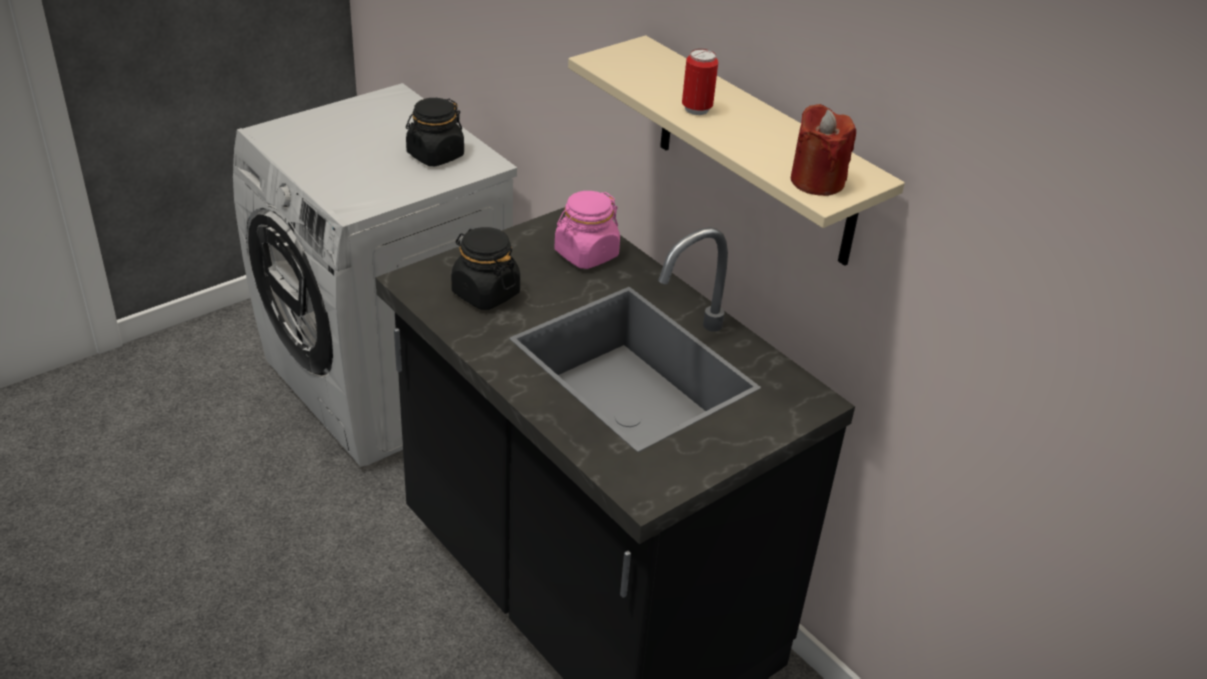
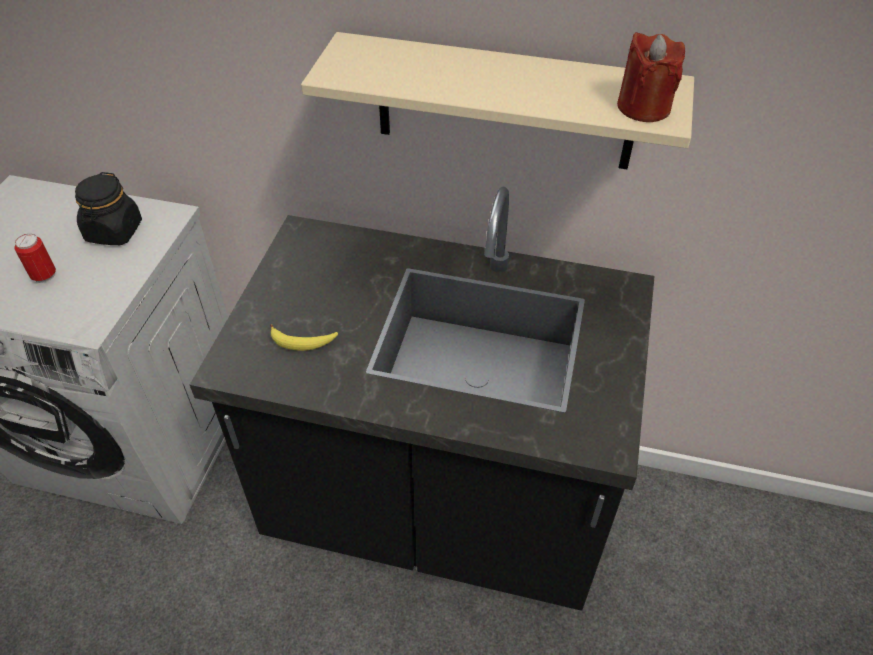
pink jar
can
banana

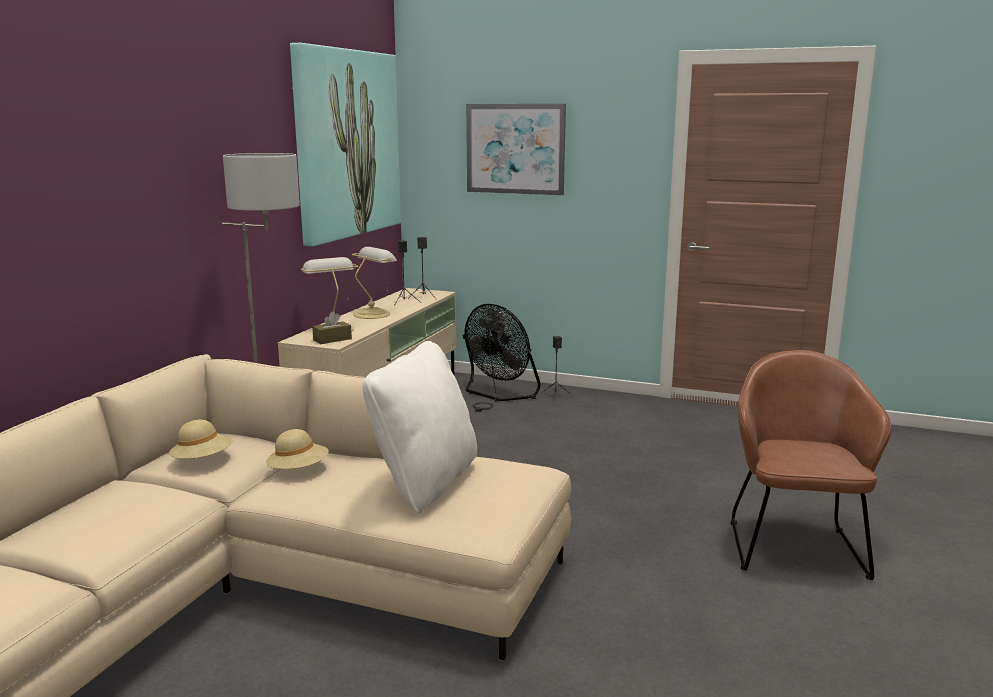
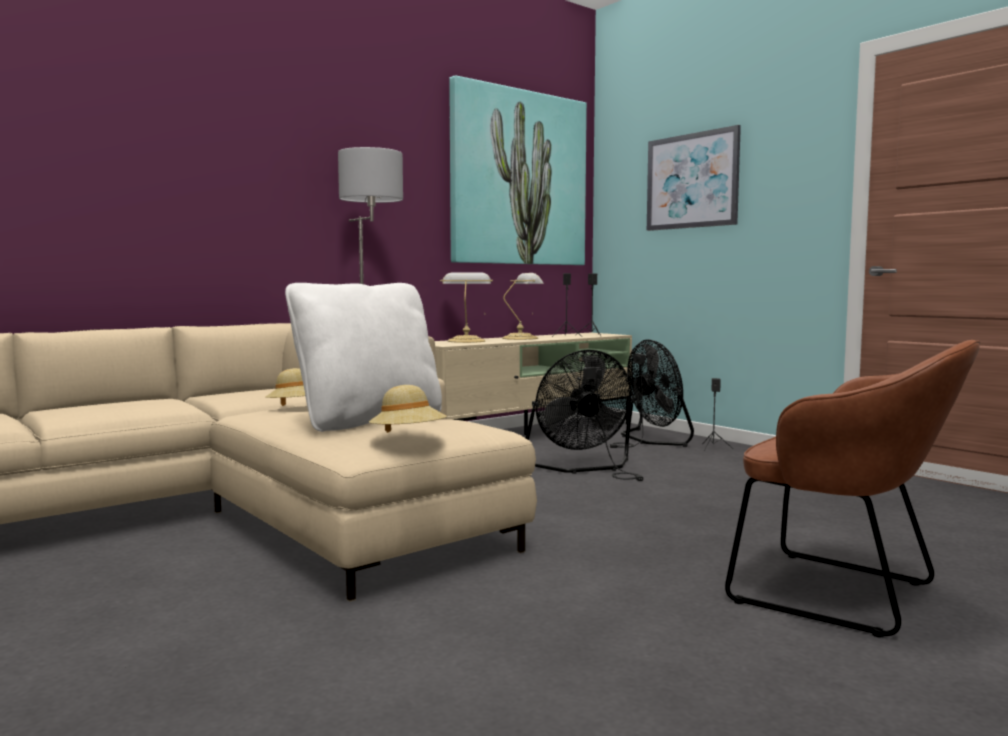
brown tissue box
black fan (no. 1 from left)
beige hat (no. 2 from left)
brown armchair

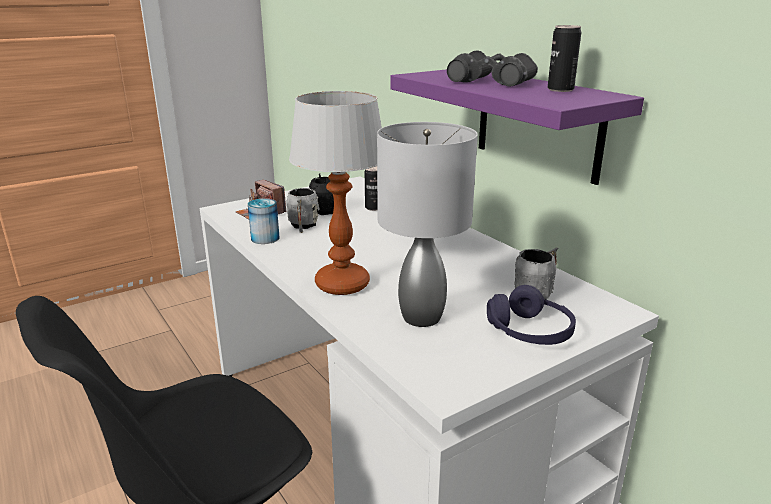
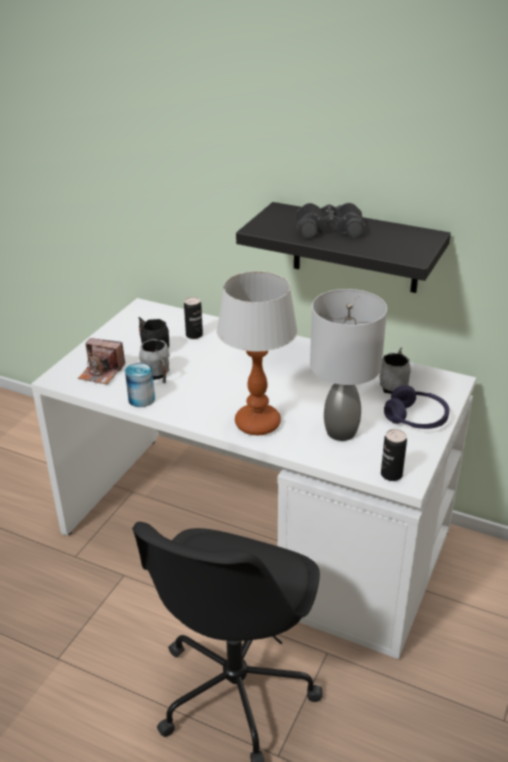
can (no. 3 from left)
black shelf

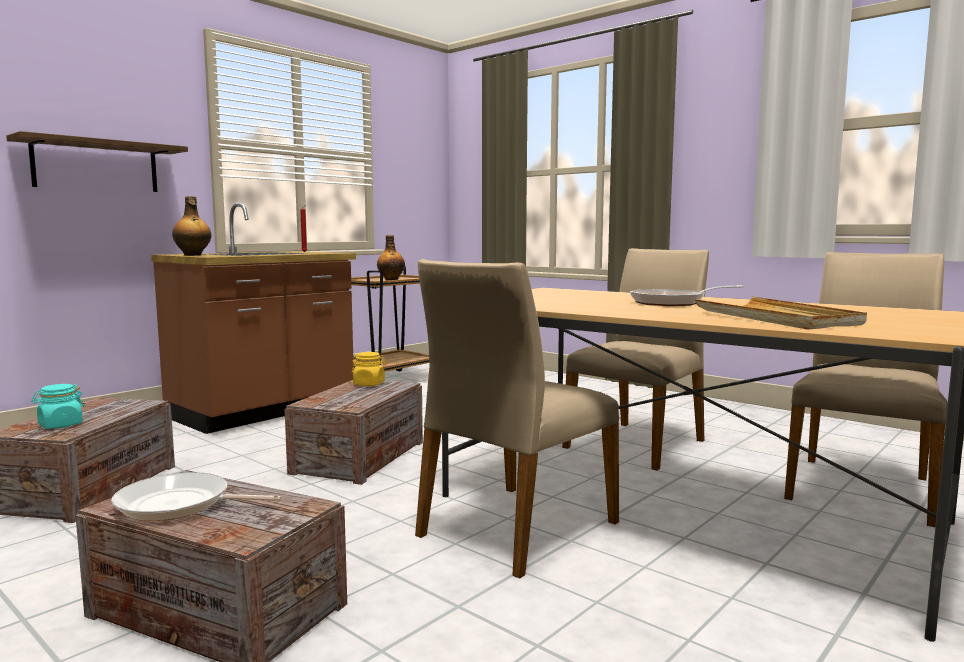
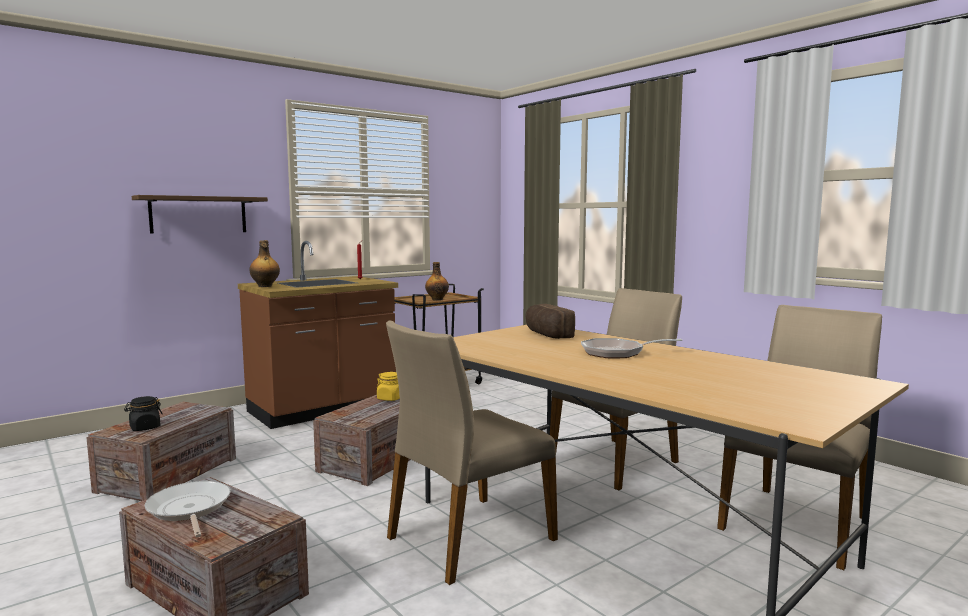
beige tray
bread
black jar
frying pan (no. 1 from left)

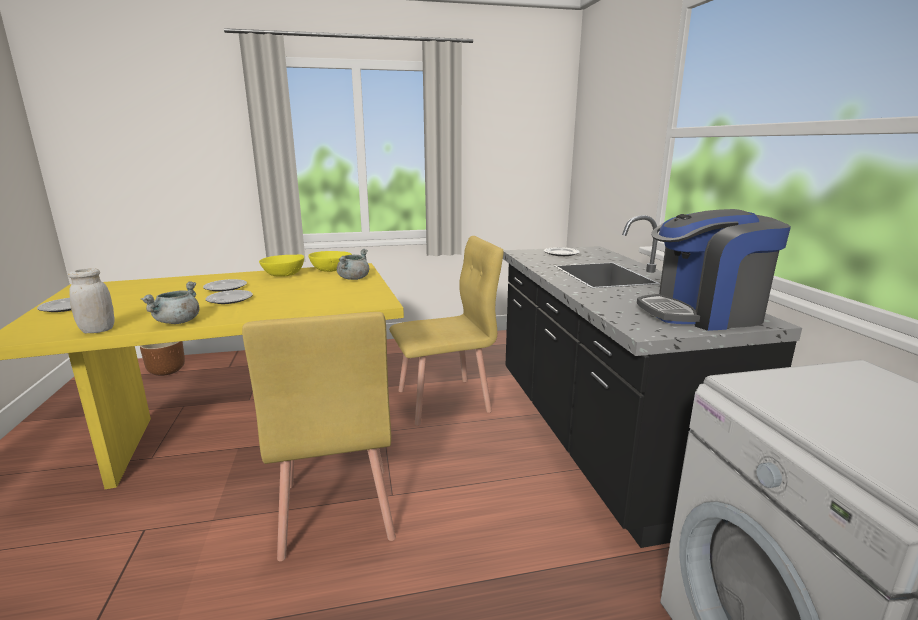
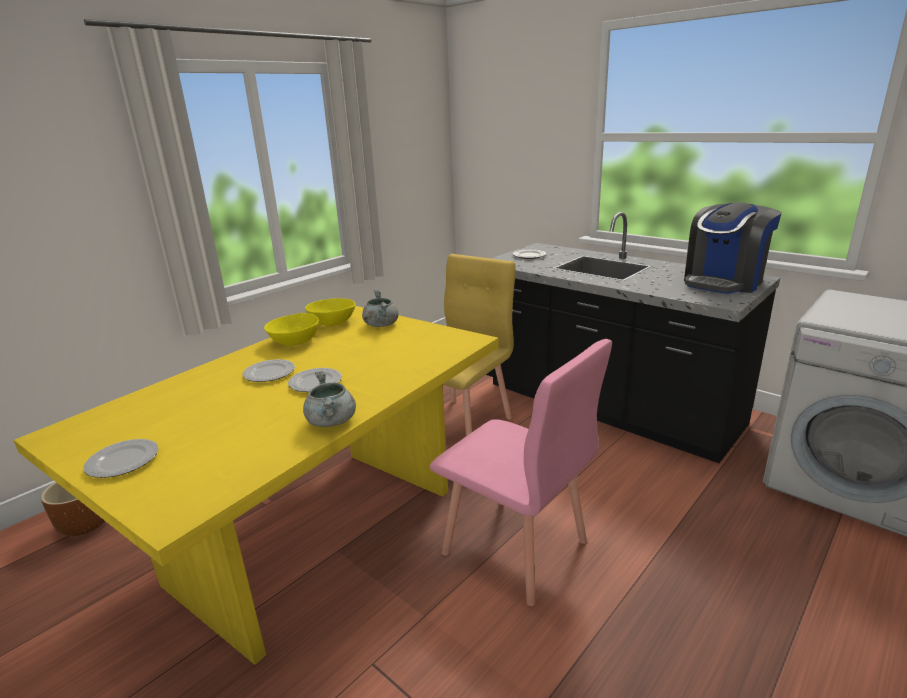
white jar
pink chair

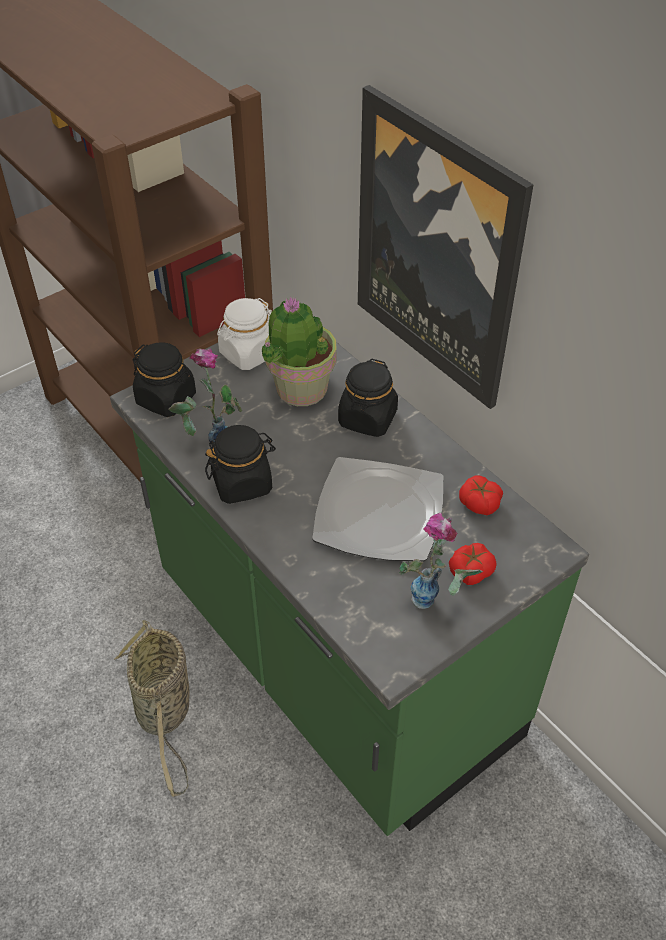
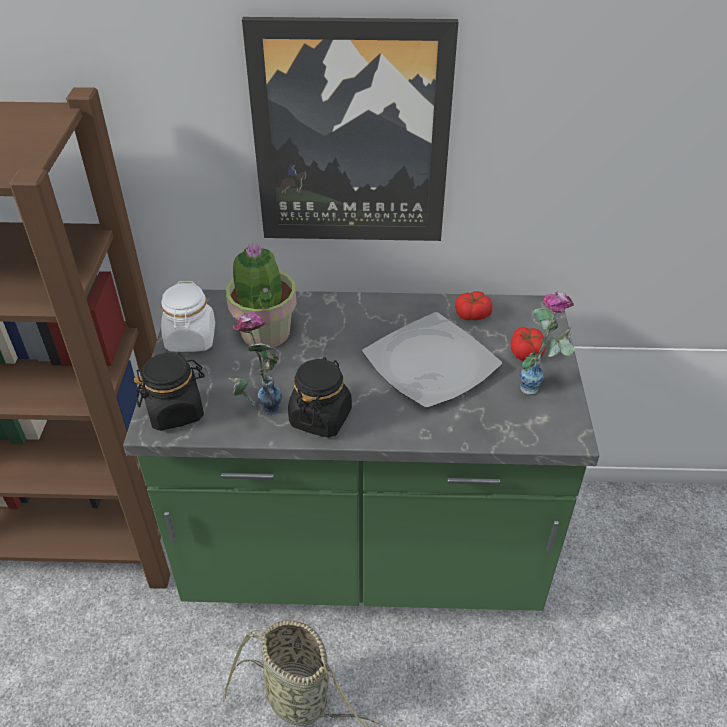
black jar (no. 3 from left in the first image)

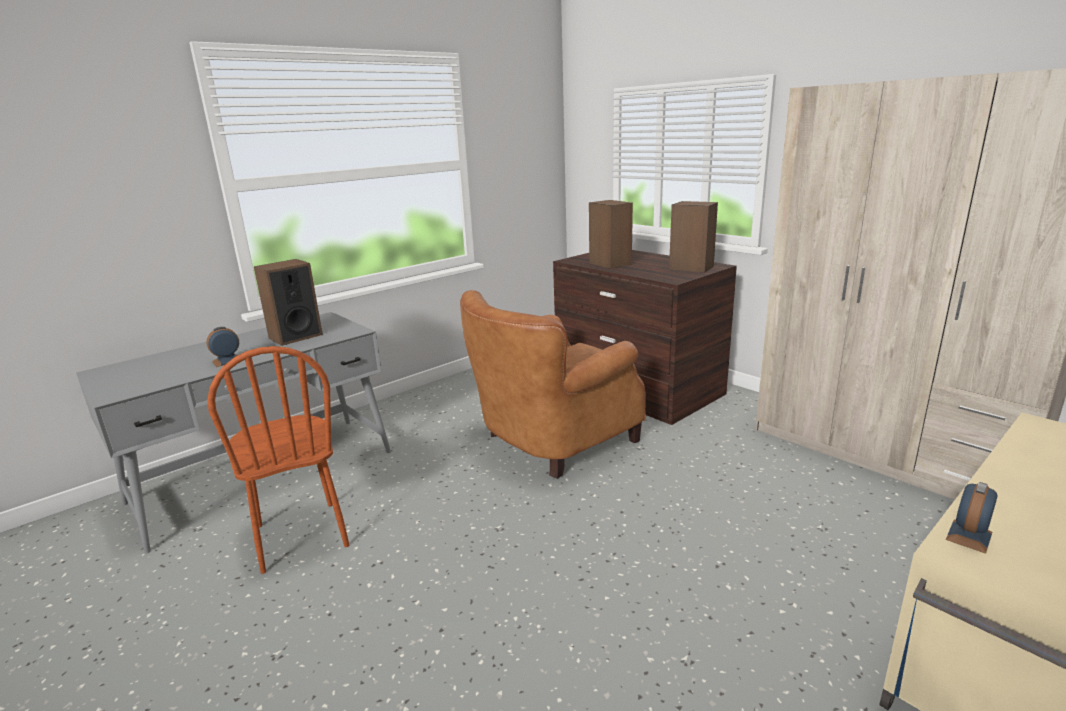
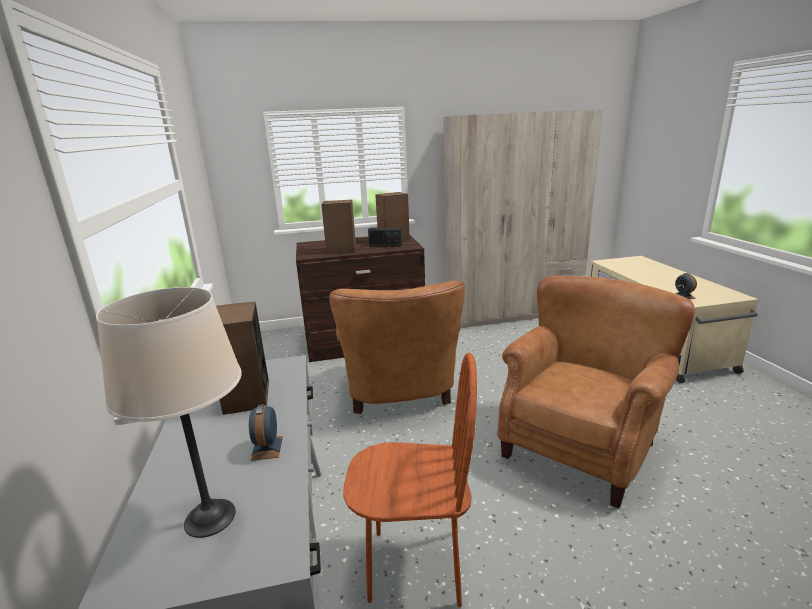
beige table lamp
radio
brown armchair (no. 2 from left)

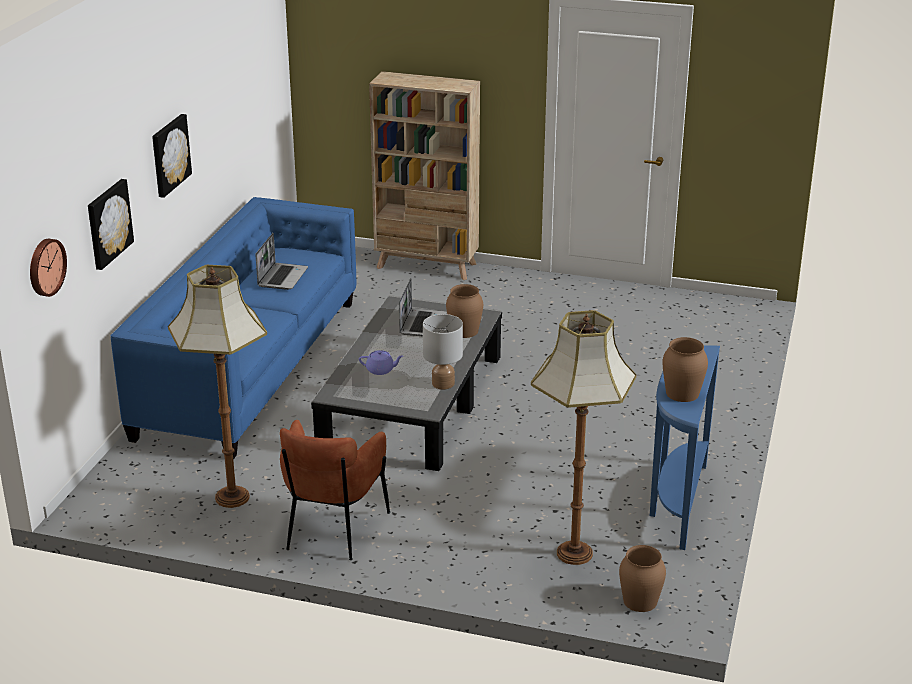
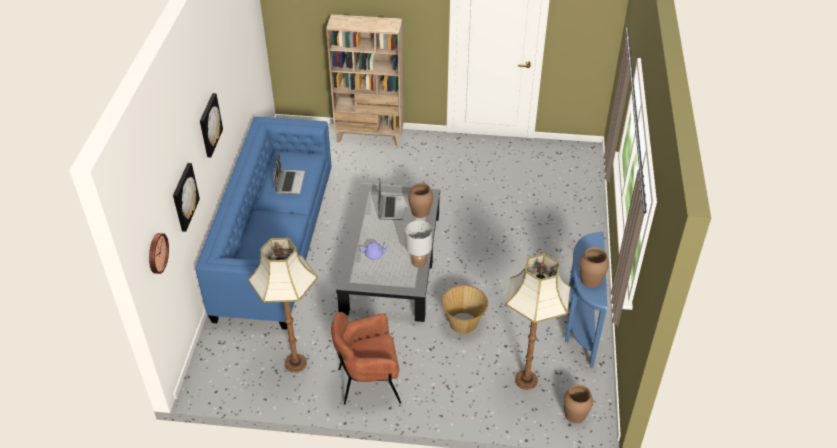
basket
brown armchair

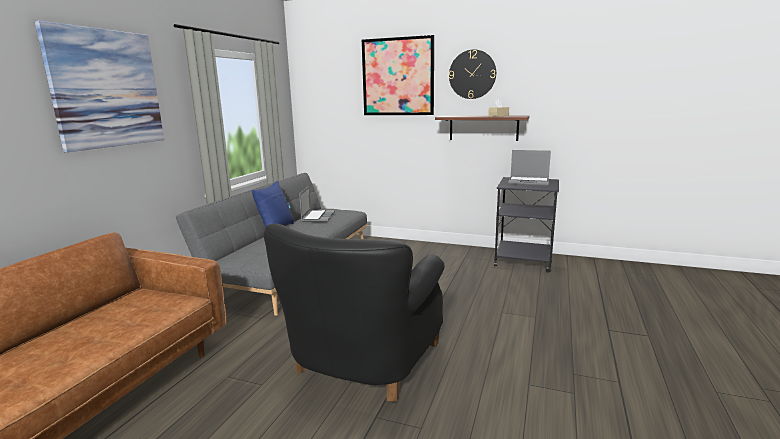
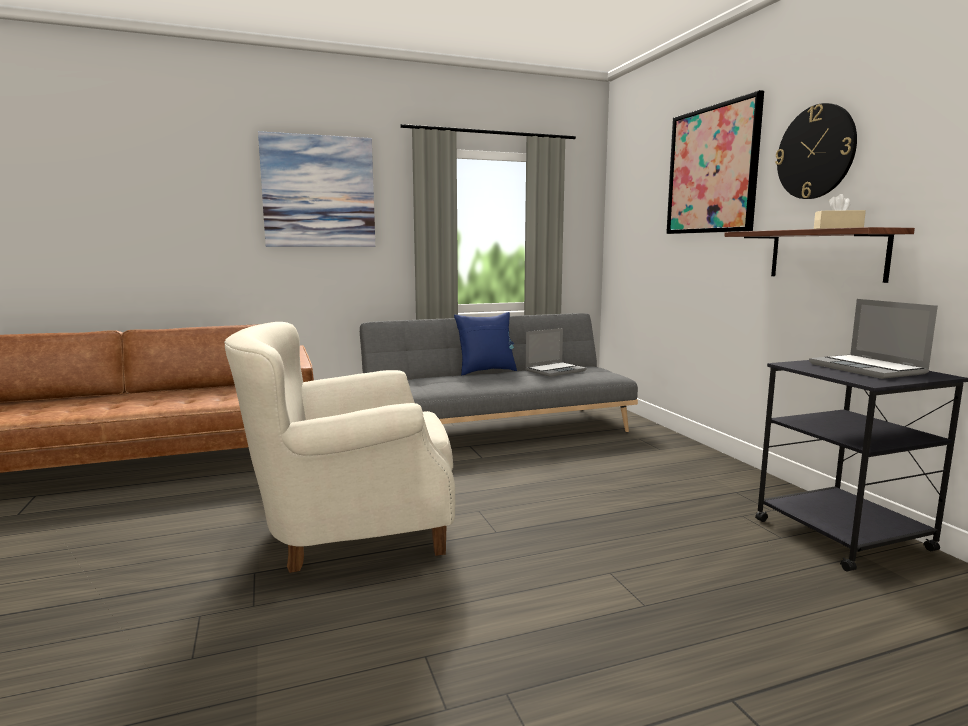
beige armchair

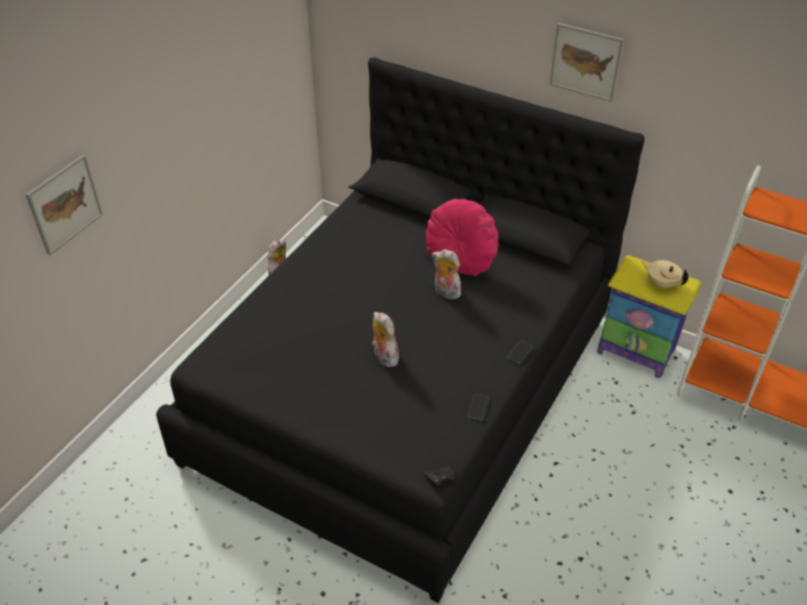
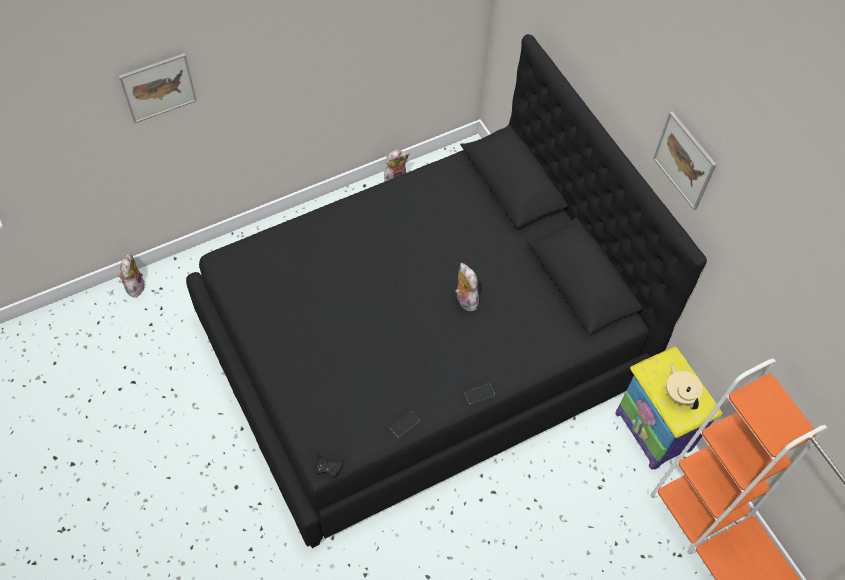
pink pillow
plush toy (no. 1 from left)

